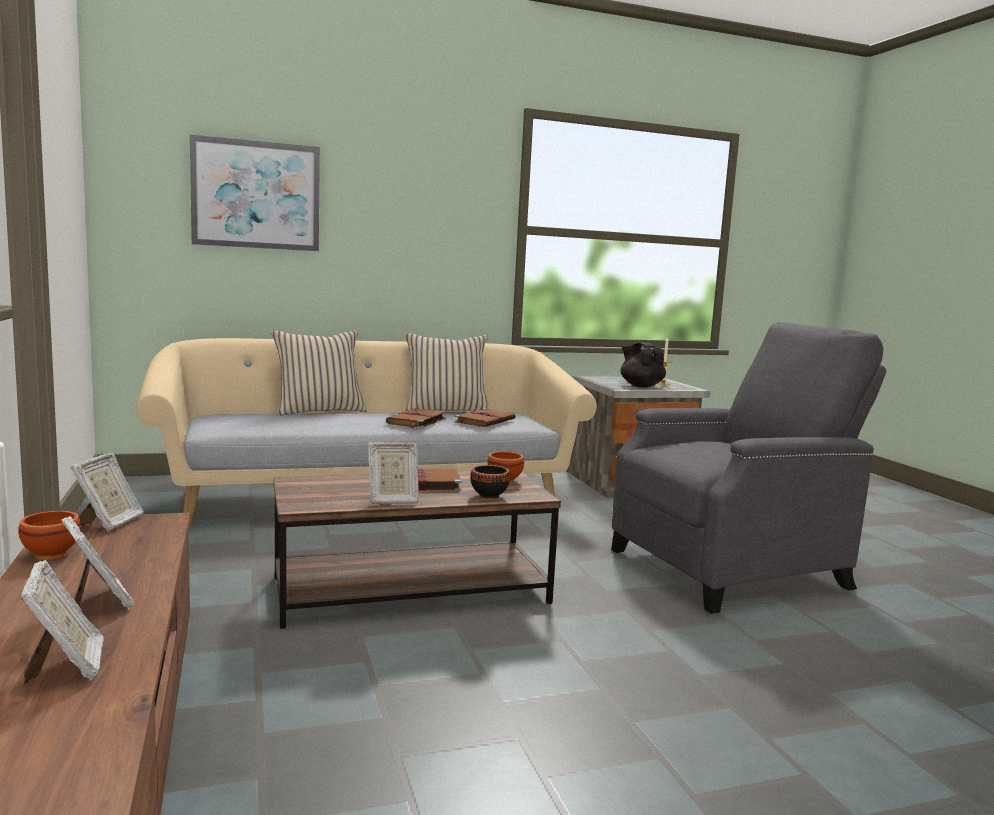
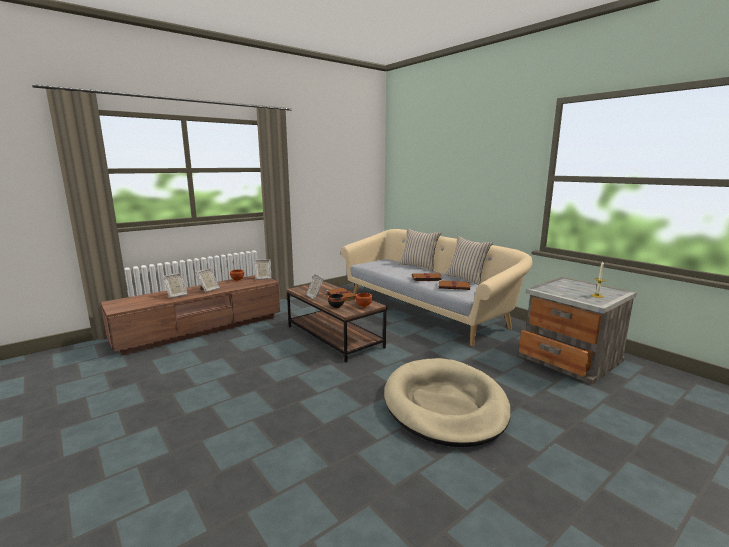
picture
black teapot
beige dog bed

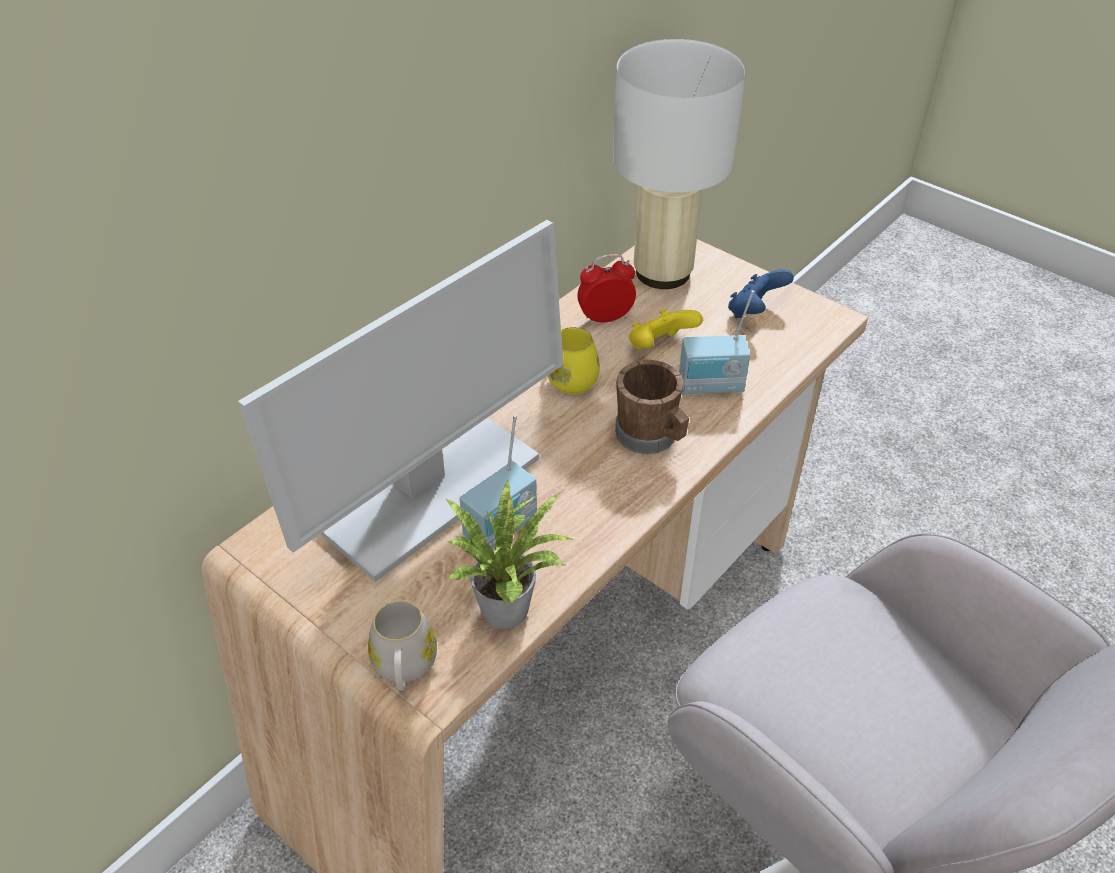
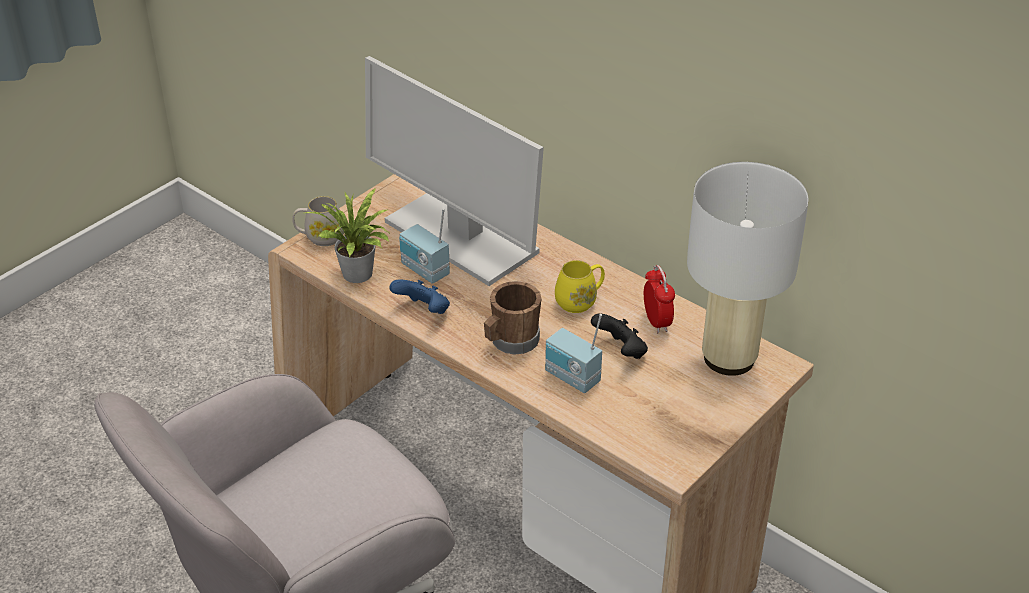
blue game controller
black game controller
radio (no. 2 from left)

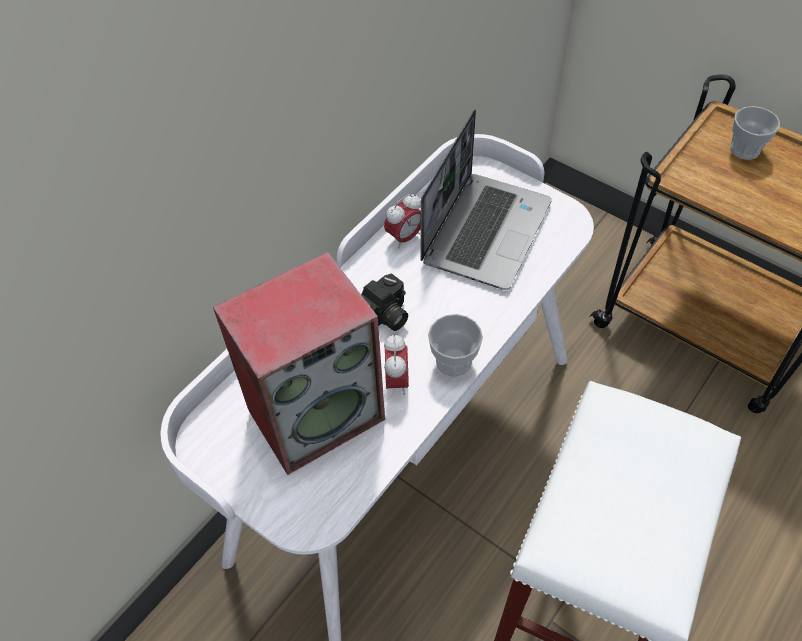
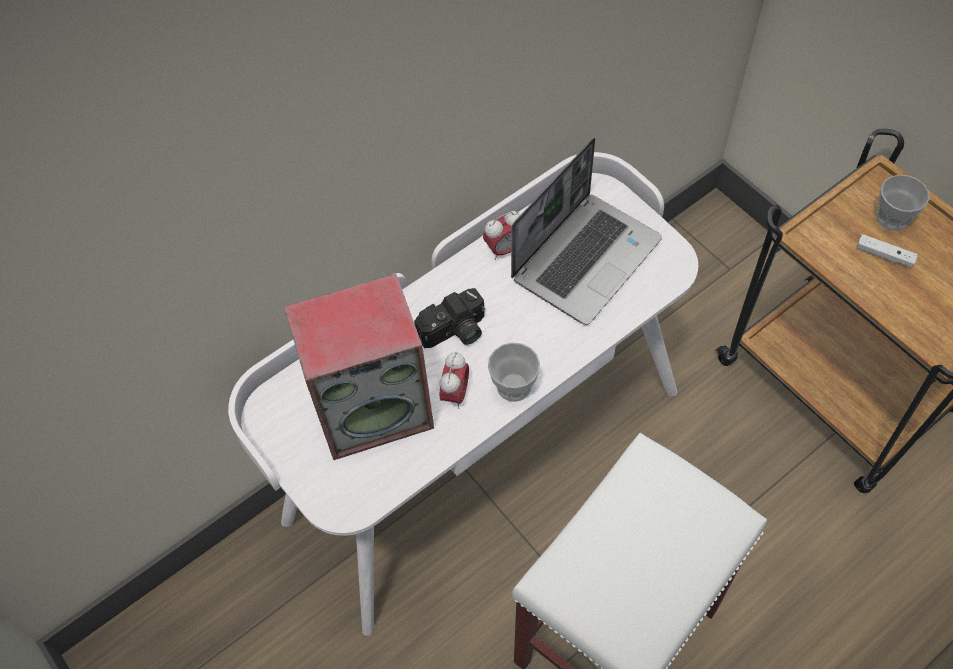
white game controller

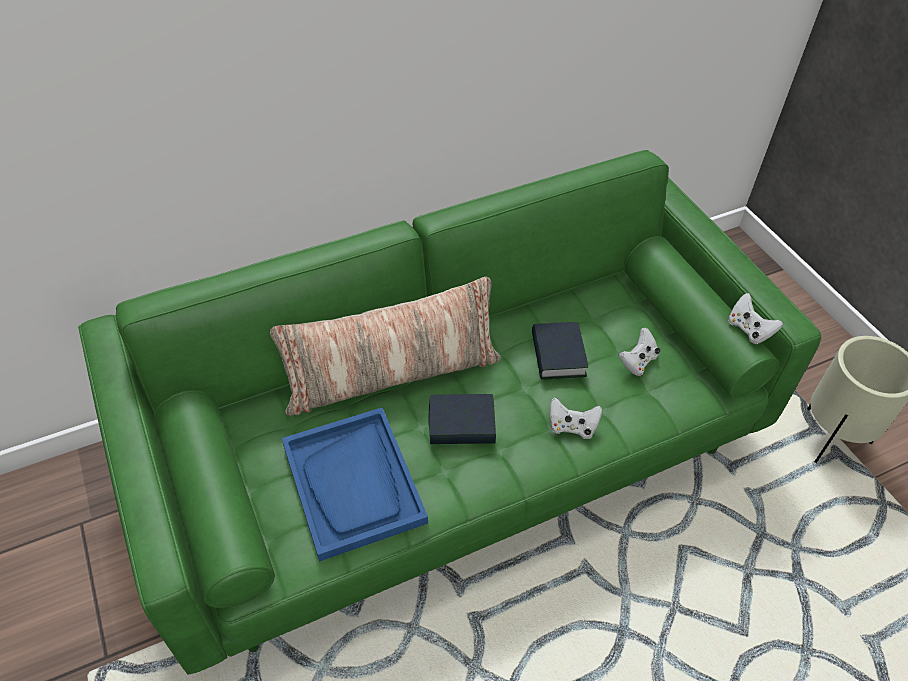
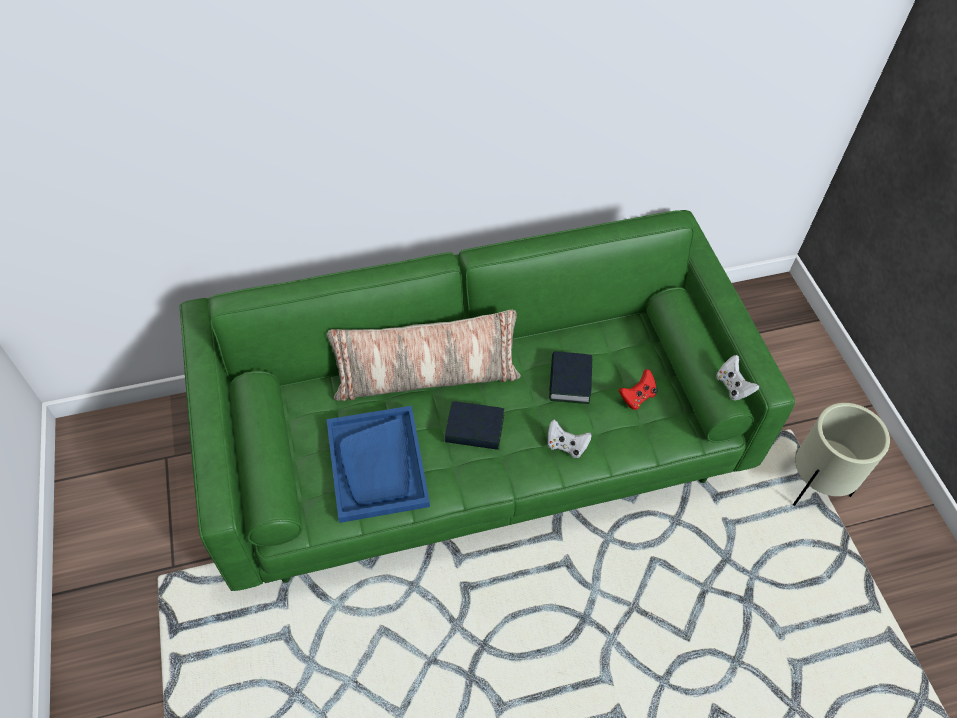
red game controller

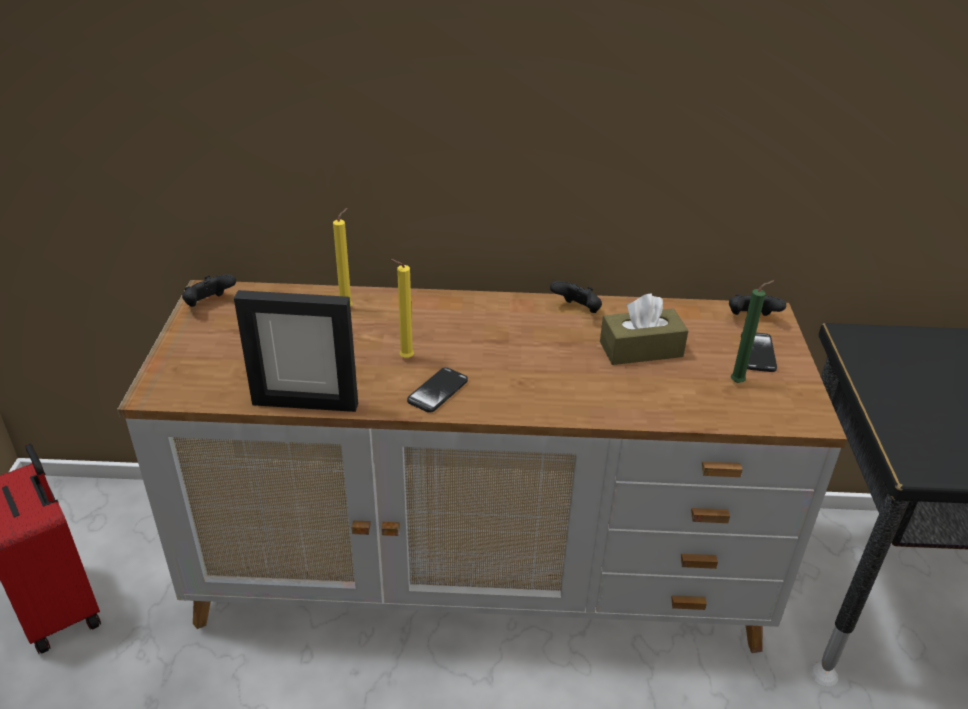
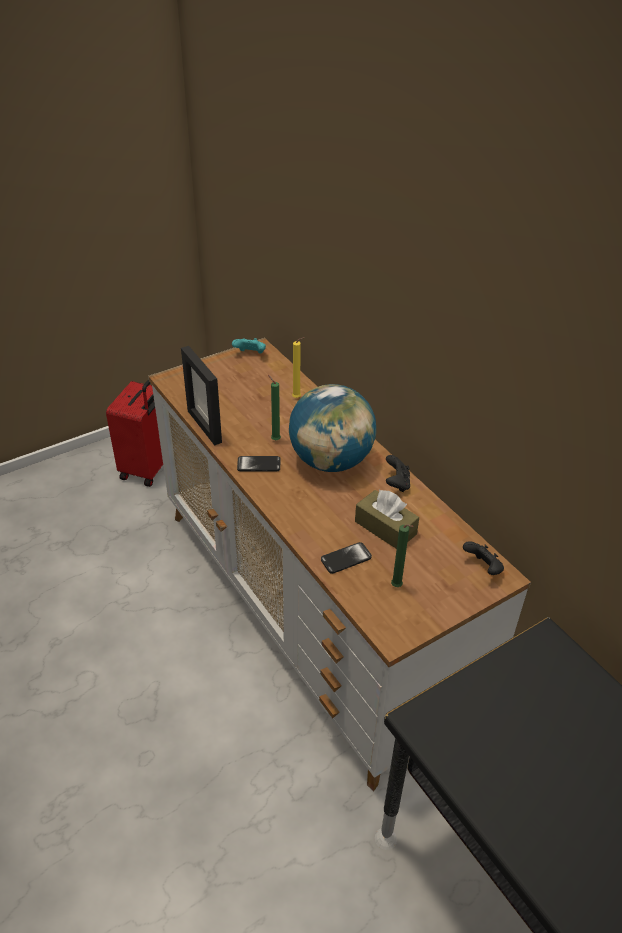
globe
phone (no. 2 from left)
turquoise game controller
green candle (no. 1 from left)

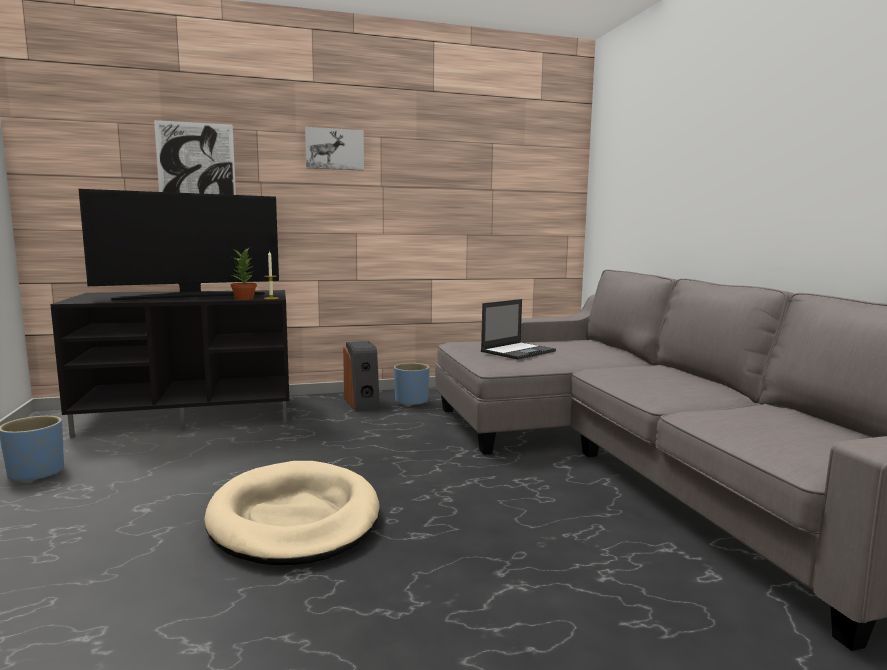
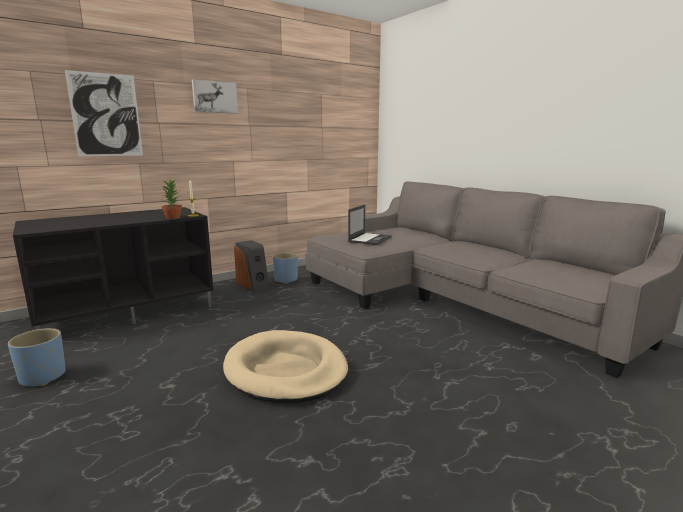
television

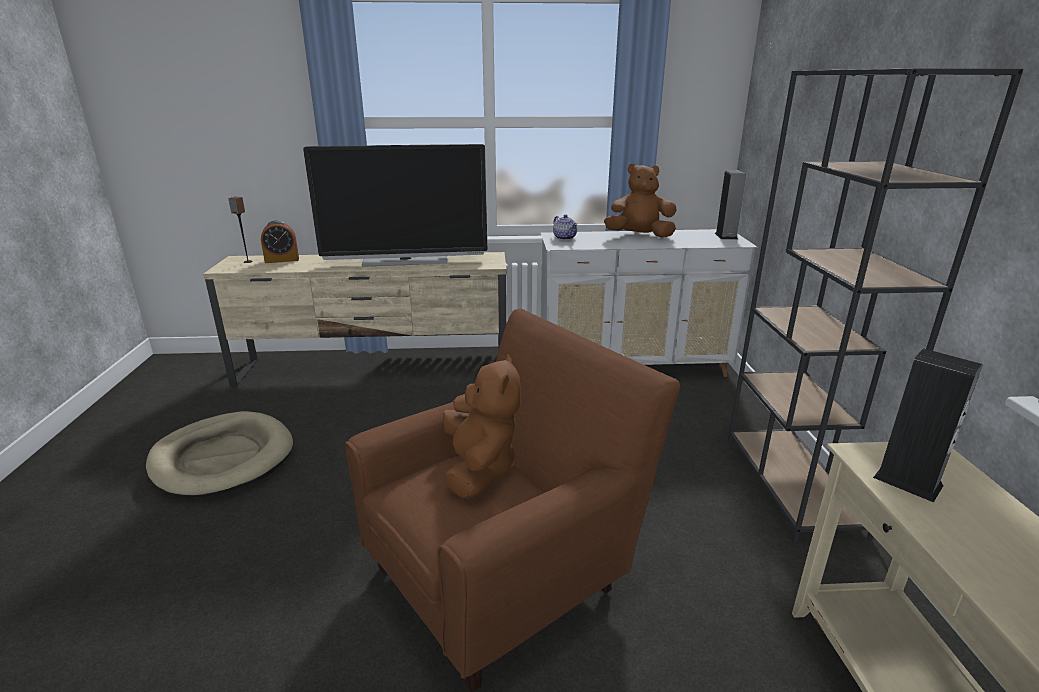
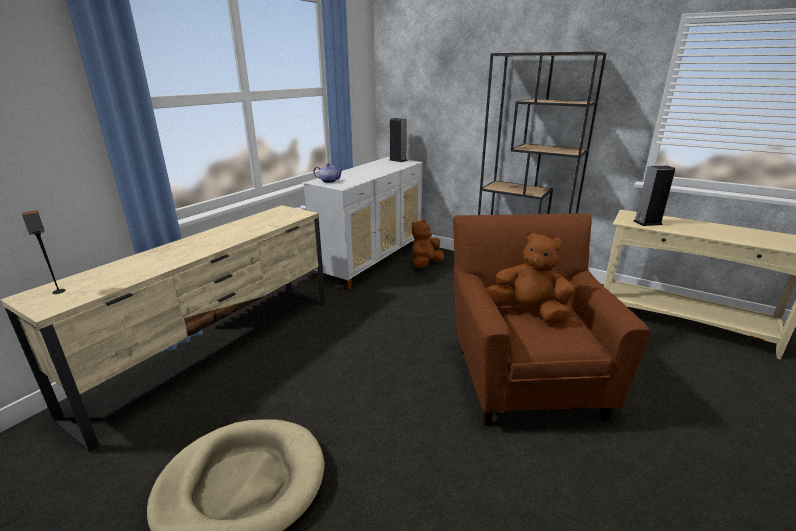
alarm clock
television
brown plush toy (no. 1 from left)

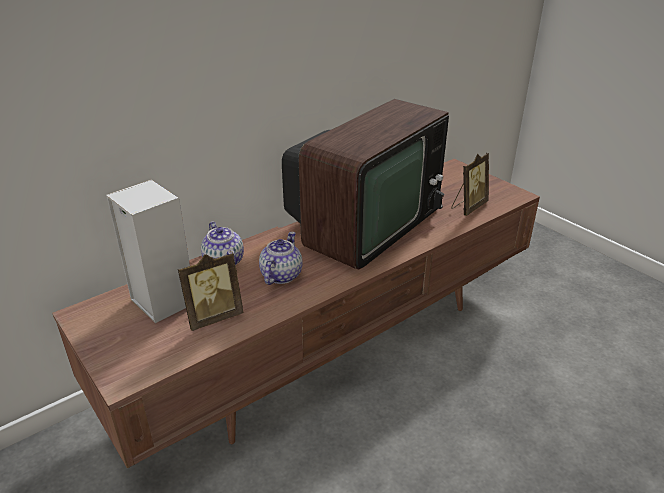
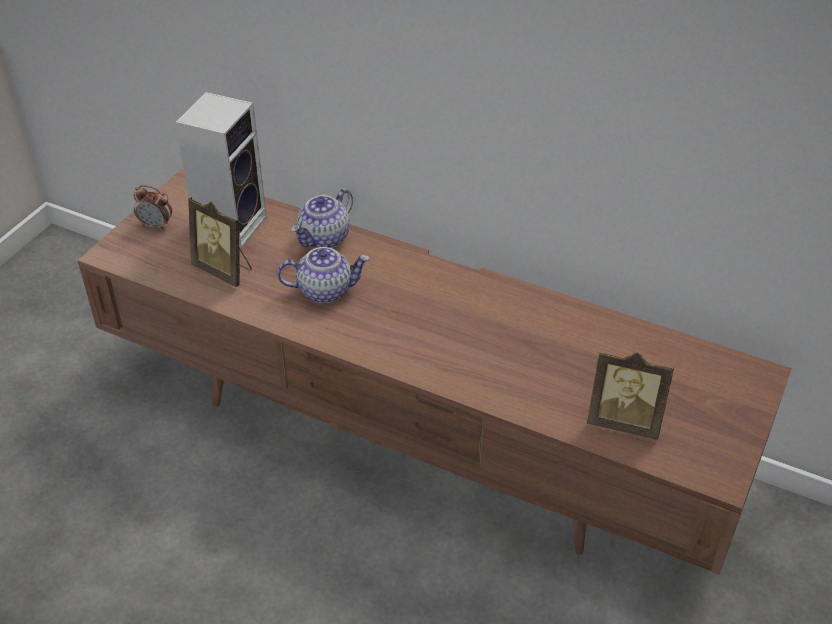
television
alarm clock

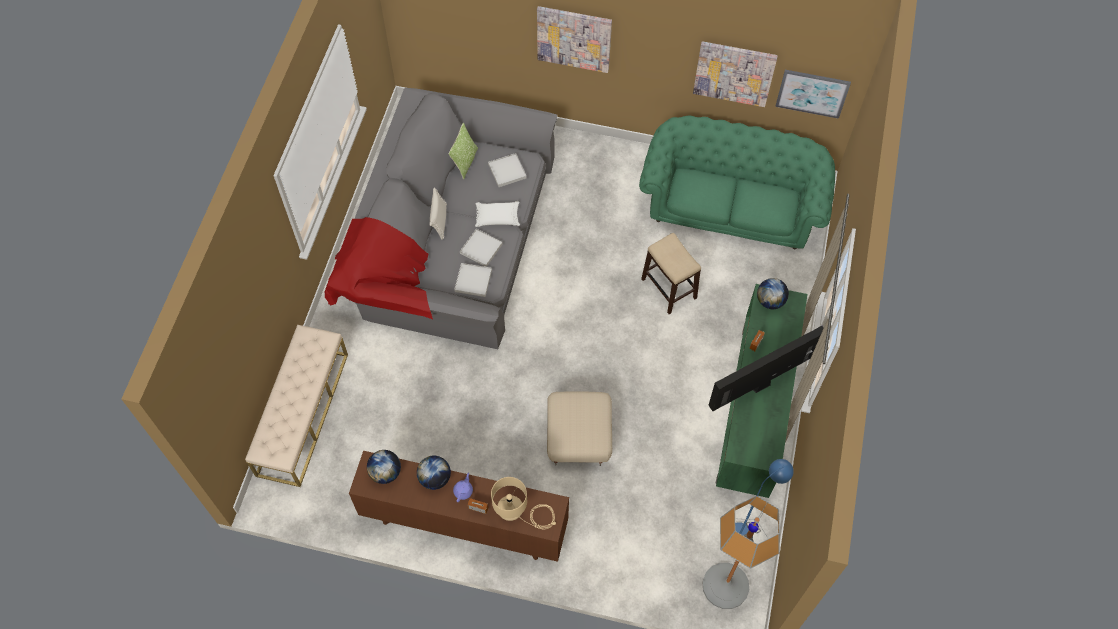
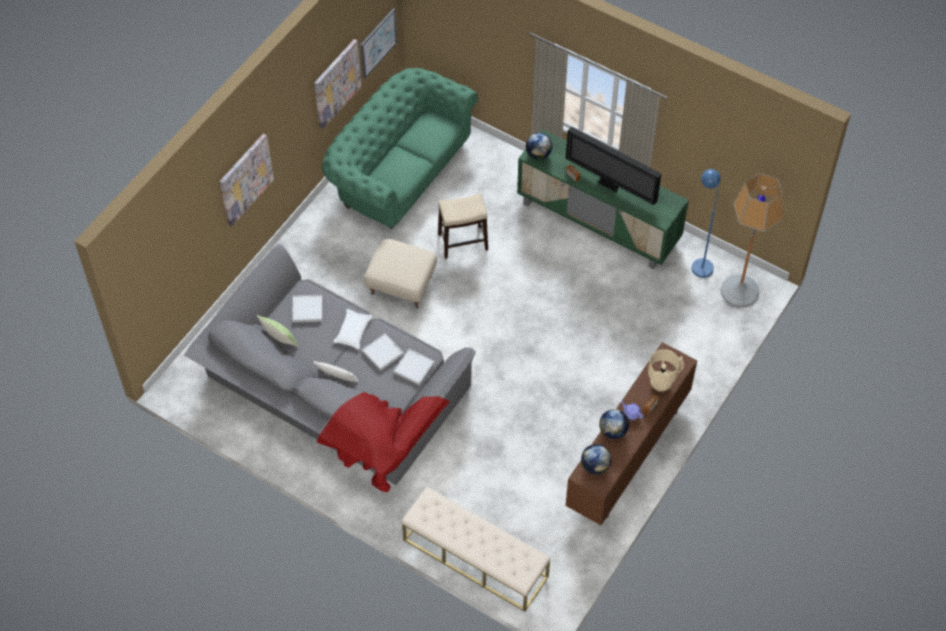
beige ottoman
television

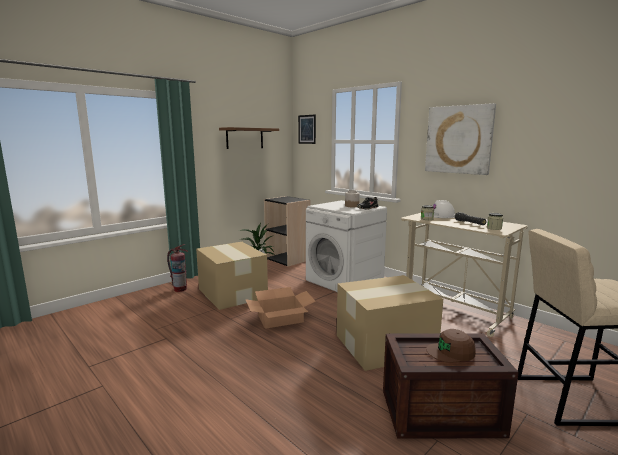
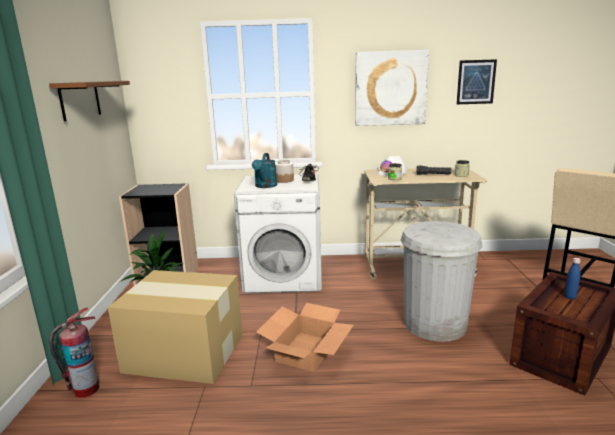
turquoise watering can
picture (no. 2 from left)
white trash can
blue bottle

